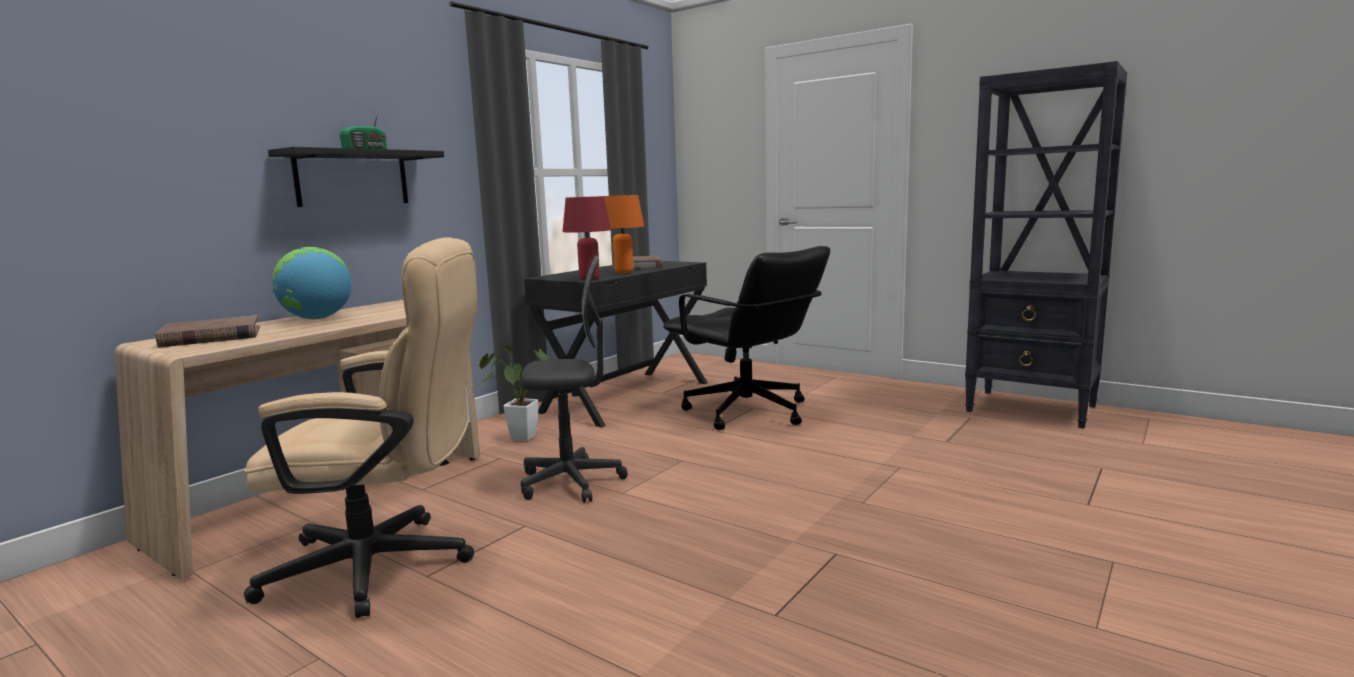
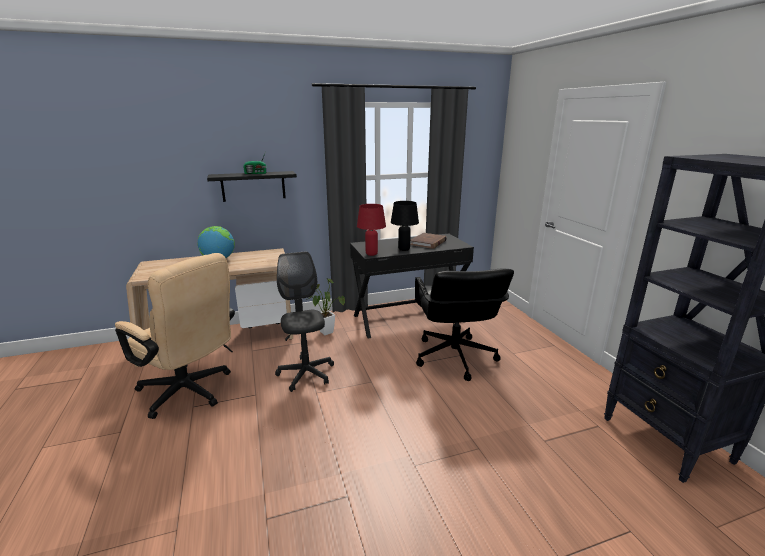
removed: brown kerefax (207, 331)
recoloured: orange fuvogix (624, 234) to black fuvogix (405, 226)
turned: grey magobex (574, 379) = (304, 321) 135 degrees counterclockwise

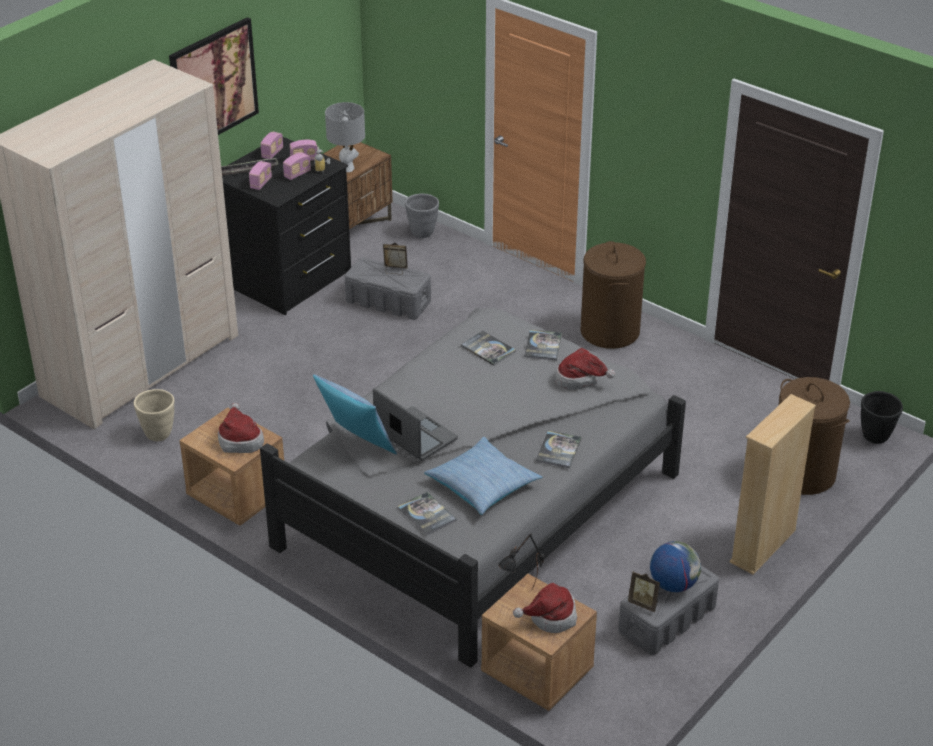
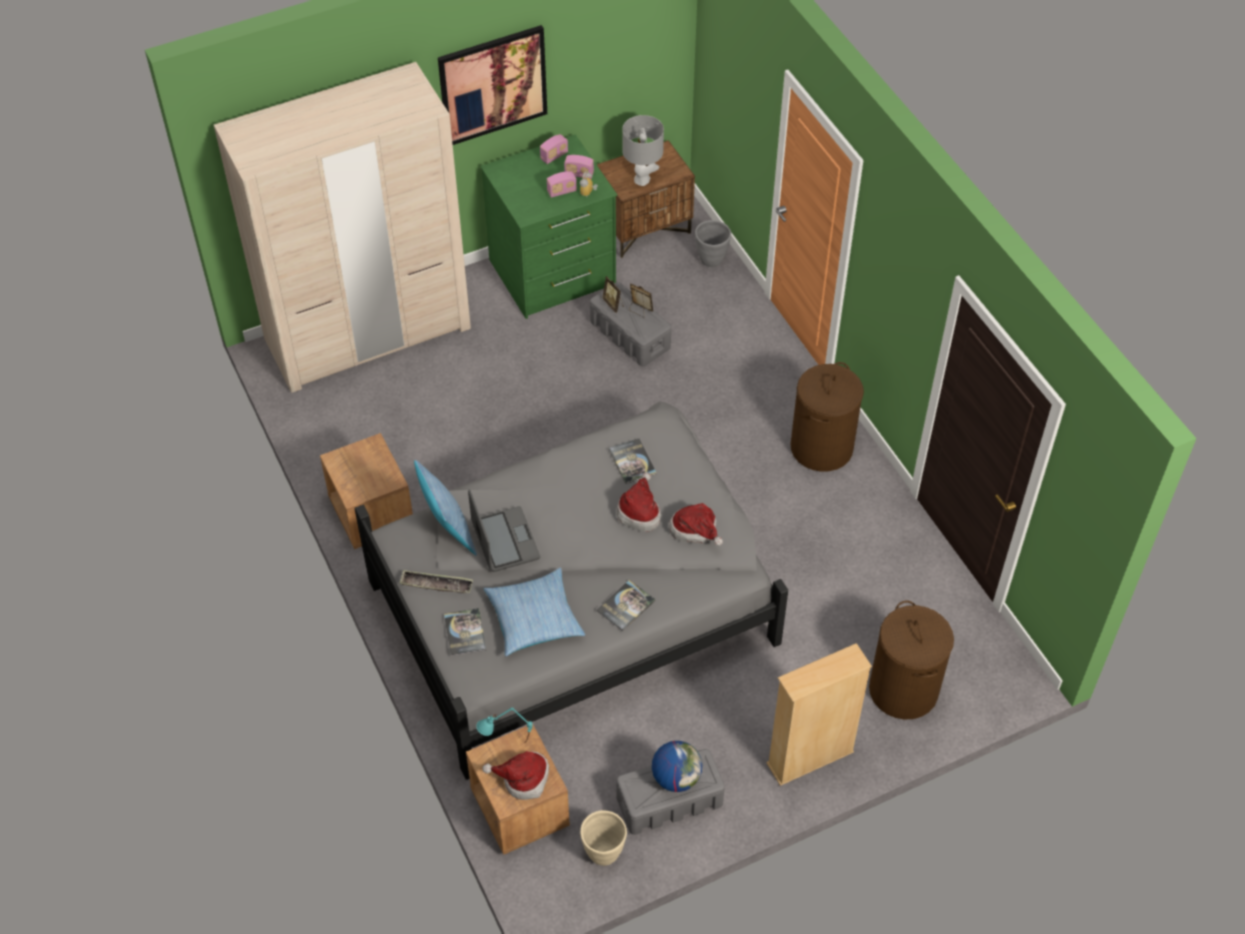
removed: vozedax (260, 175); kerefax (543, 345); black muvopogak (882, 417)
moved: beige muvopogak (154, 415) to (603, 838); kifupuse (241, 428) to (639, 502); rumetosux (249, 167) to (436, 581); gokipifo (644, 592) to (613, 294)
recoloured: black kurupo (286, 226) to green kurupo (548, 227); black fuvogix (521, 562) to turquoise fuvogix (504, 726)

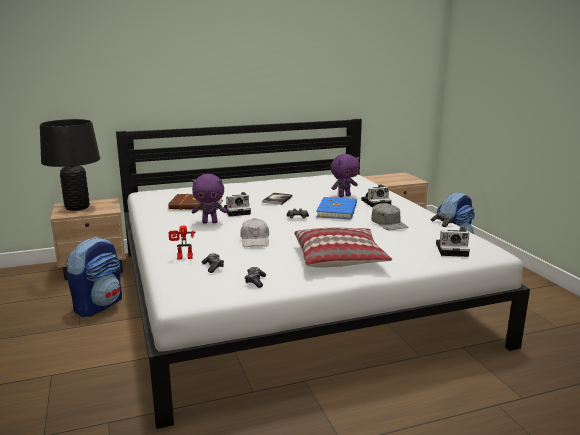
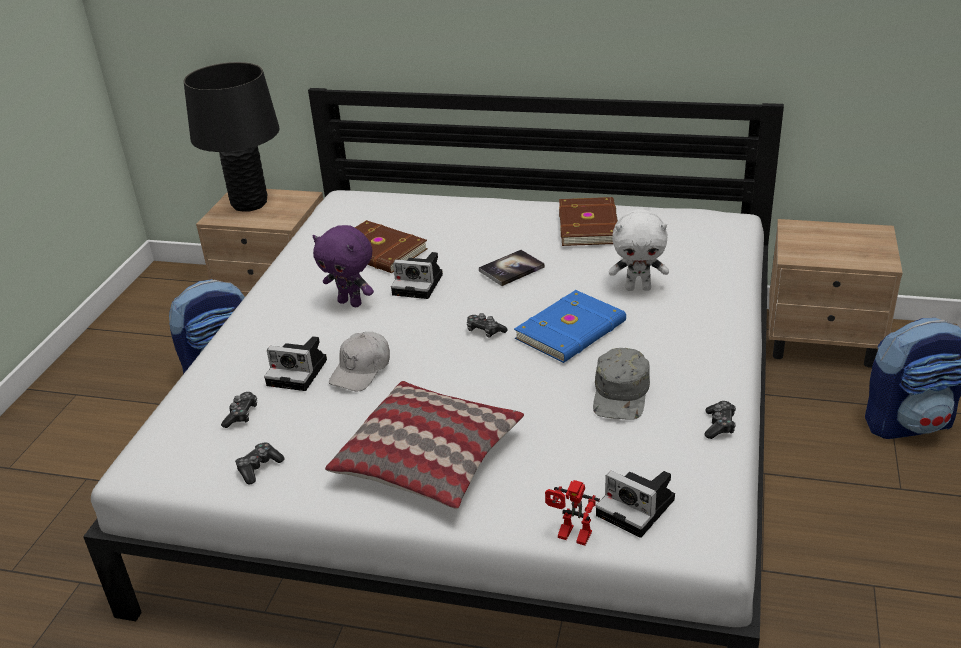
added: brown kerefax (588, 221)
moved: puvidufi (182, 243) to (572, 512); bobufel (376, 196) to (295, 363)
recoloured: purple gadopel (345, 175) to white gadopel (639, 250)

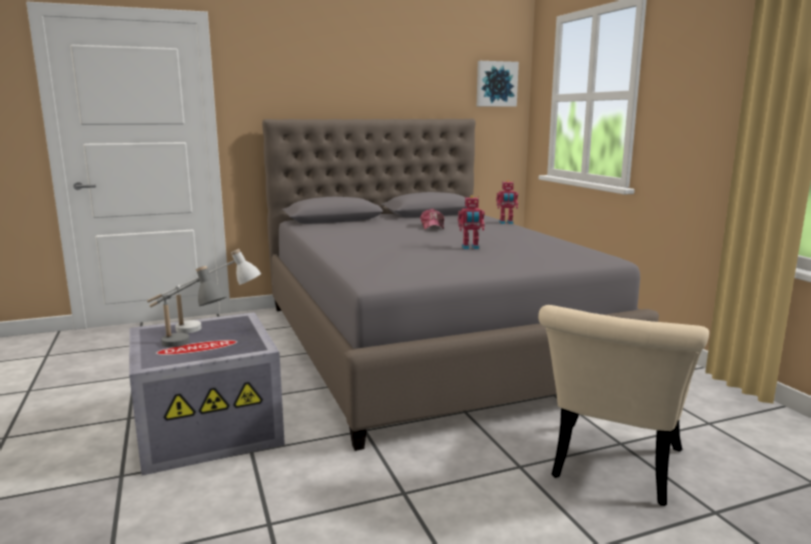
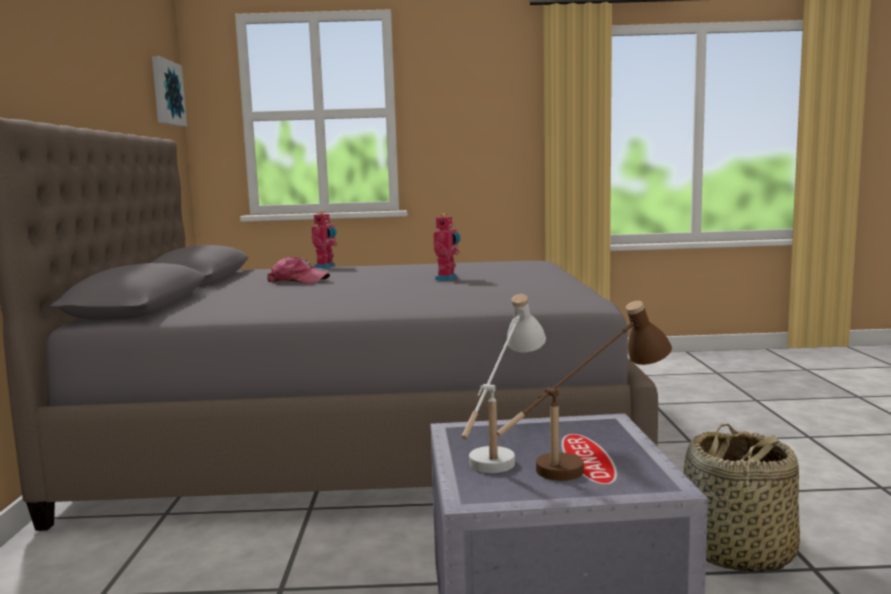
removed: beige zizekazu (623, 405)
added: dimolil (741, 497)
recoloured: grey fuvogix (187, 306) to brown fuvogix (584, 391)

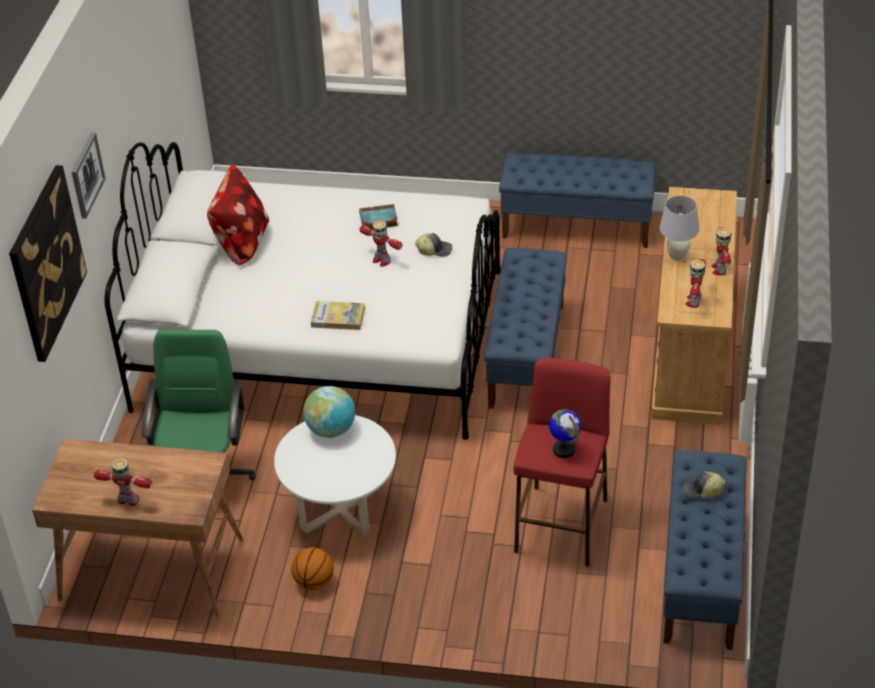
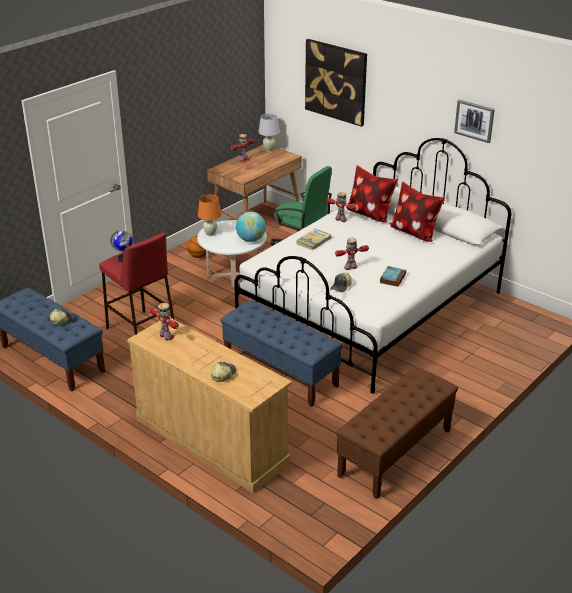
added: orange fuvogix (210, 215); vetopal (223, 372); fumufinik (372, 193)
moved: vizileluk (89, 175) to (474, 121); white fuvogix (679, 228) to (269, 133); puvidufi (721, 251) to (342, 207)
recoloured: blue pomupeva (578, 200) to brown pomupeva (397, 433)

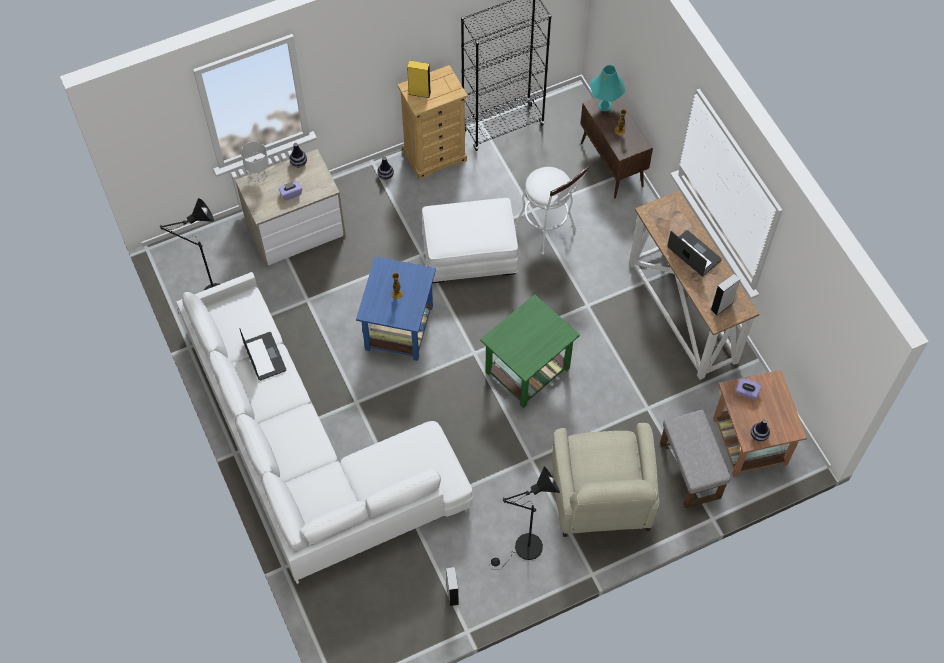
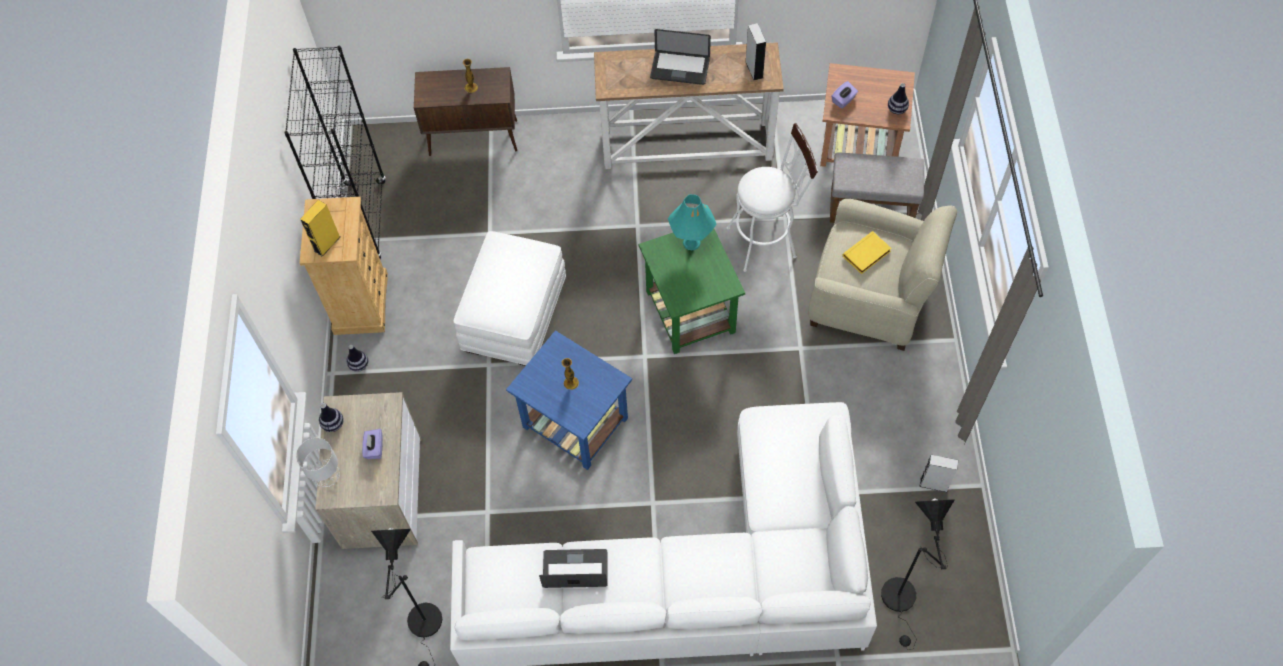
added: yellow kerefax (866, 252)
moved: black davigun (525, 518) to (918, 573); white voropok (552, 210) to (772, 197); turquoise fuvogix (607, 88) to (692, 222)
turned: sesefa (694, 253) = (680, 57) 150 degrees counterclockwise

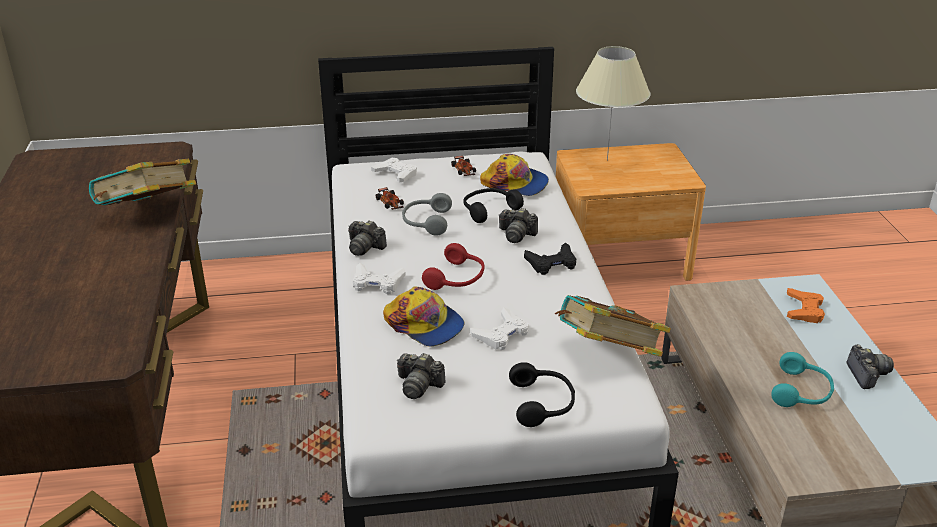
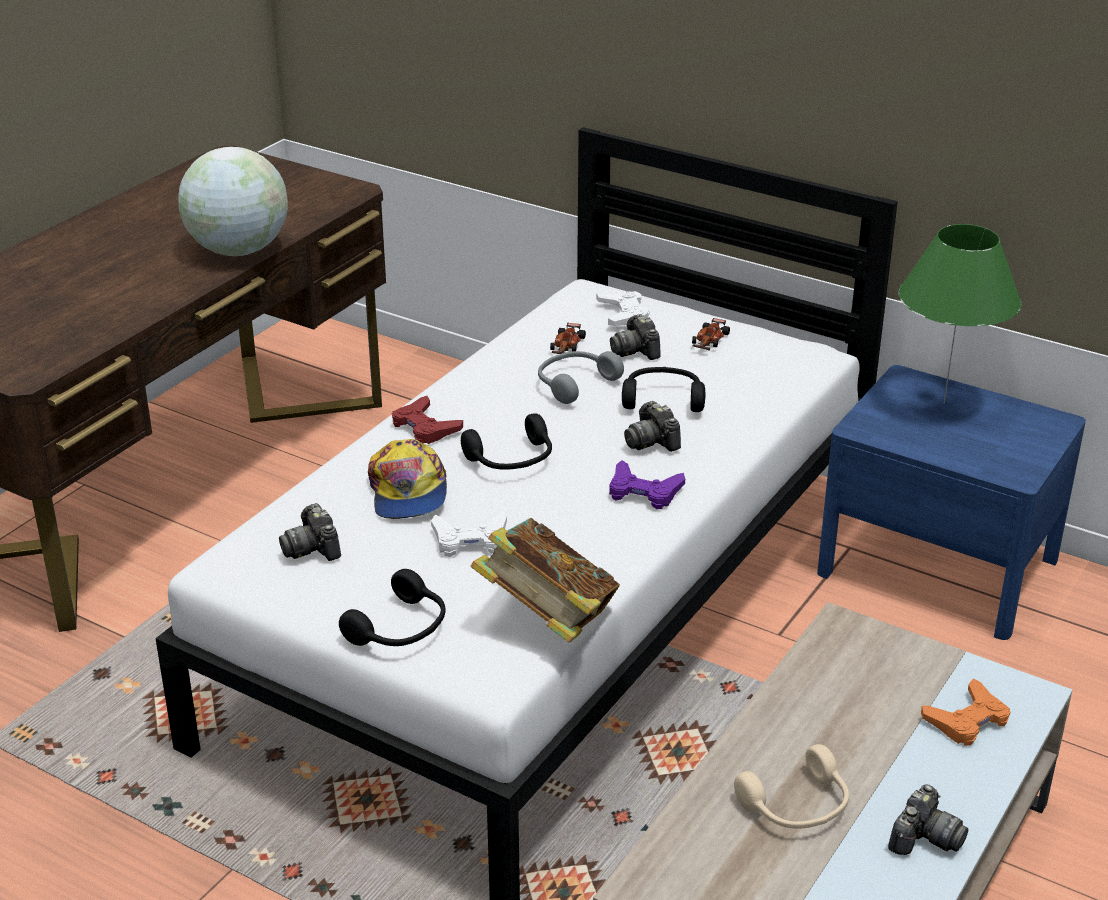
removed: vetopal (514, 175)
moved: bobufel (367, 238) to (635, 337)
replaced: kerefax (142, 182) to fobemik (233, 201)
recoloured: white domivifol (379, 279) to red domivifol (427, 420); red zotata (453, 266) to black zotata (506, 441); black domivifol (550, 259) to purple domivifol (647, 484); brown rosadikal (631, 212) to blue rosadikal (951, 502); beige fuvogix (613, 103) to green fuvogix (960, 314); turquoise zotata (802, 379) to beige zotata (791, 786)

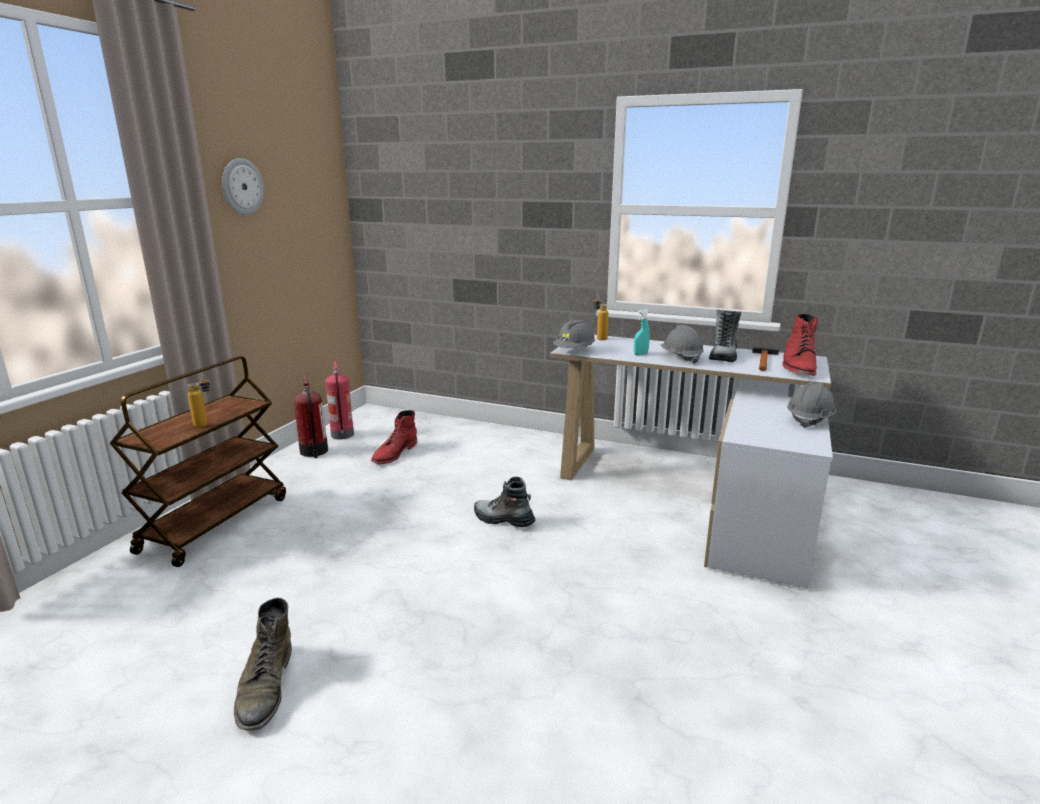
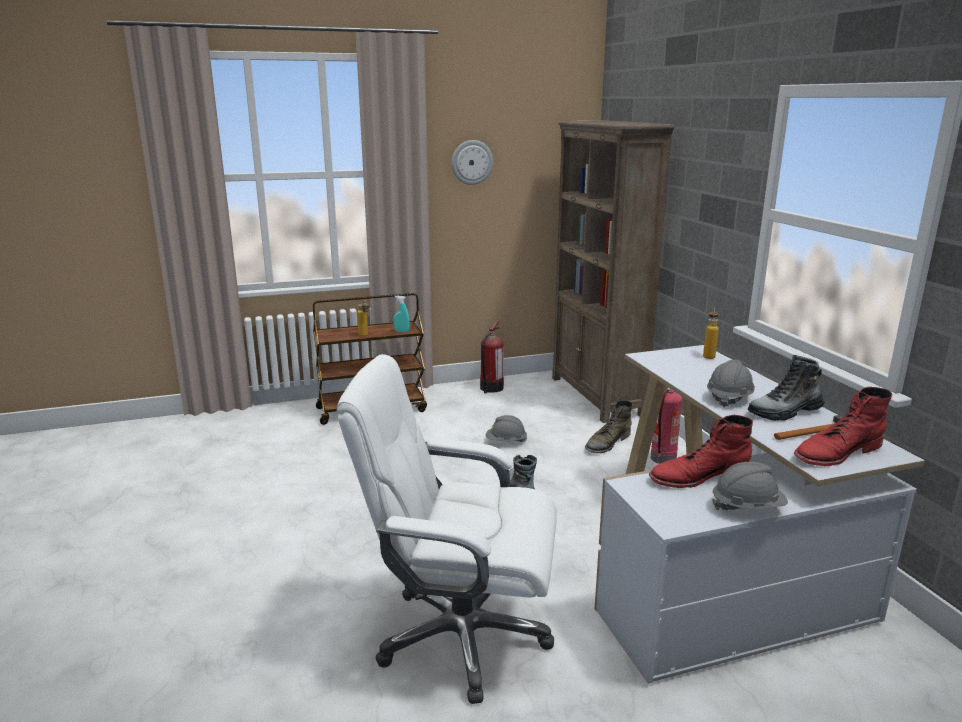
added: white magobex (447, 529); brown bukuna (613, 271)
moved: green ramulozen (263, 664) to (609, 426); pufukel (339, 400) to (666, 425); red ramulozen (394, 437) to (701, 451); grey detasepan (574, 333) to (506, 428); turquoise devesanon (642, 332) to (401, 314)

